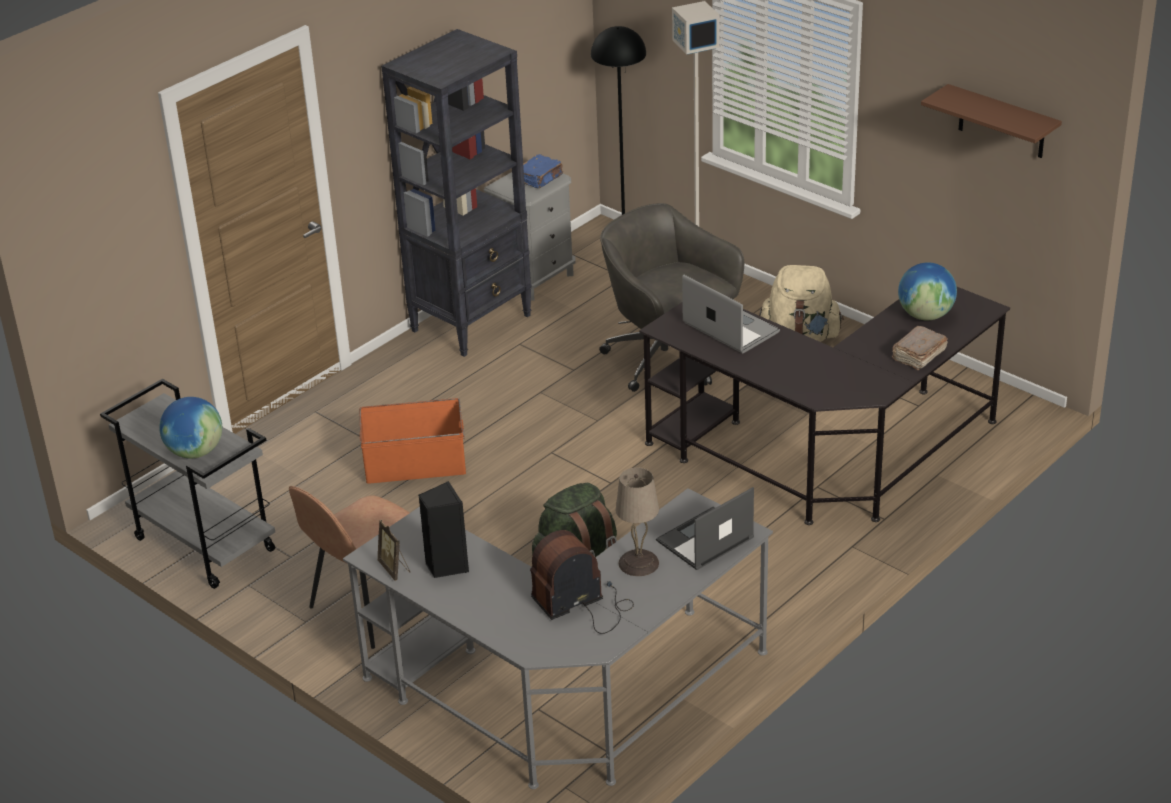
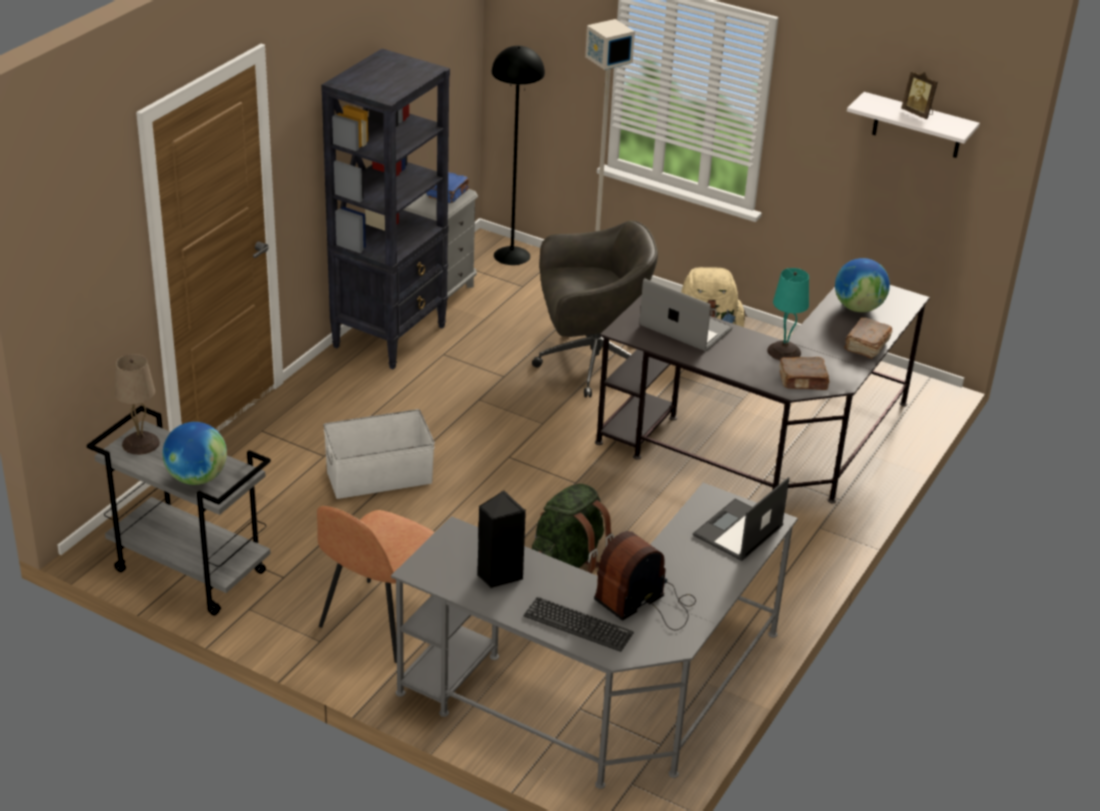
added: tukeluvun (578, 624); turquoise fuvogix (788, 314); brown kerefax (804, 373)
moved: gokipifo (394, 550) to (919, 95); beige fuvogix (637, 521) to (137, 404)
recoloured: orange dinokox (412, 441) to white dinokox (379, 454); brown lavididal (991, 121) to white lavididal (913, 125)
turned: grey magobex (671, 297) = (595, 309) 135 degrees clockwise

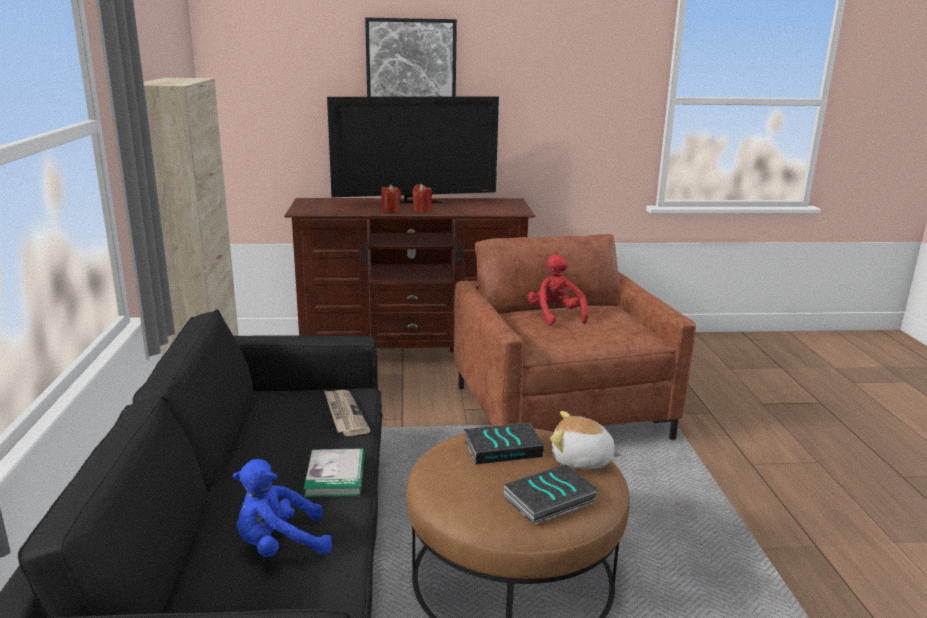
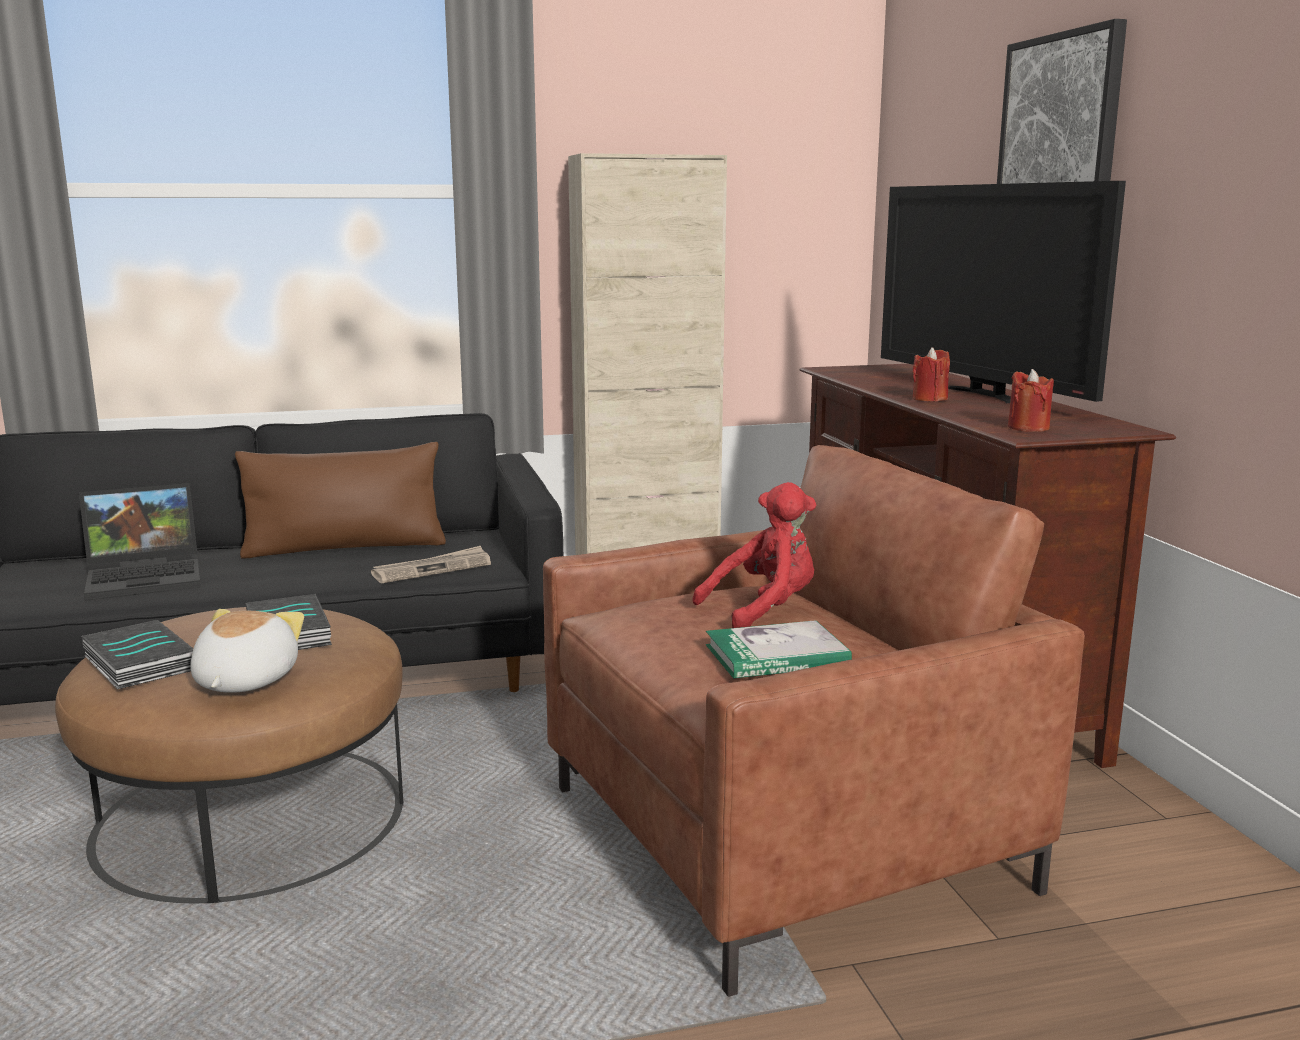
added: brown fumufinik (340, 500)
moved: kerefax (334, 472) to (779, 649); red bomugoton (391, 198) to (1031, 400)
replaced: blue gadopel (282, 508) to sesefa (140, 542)

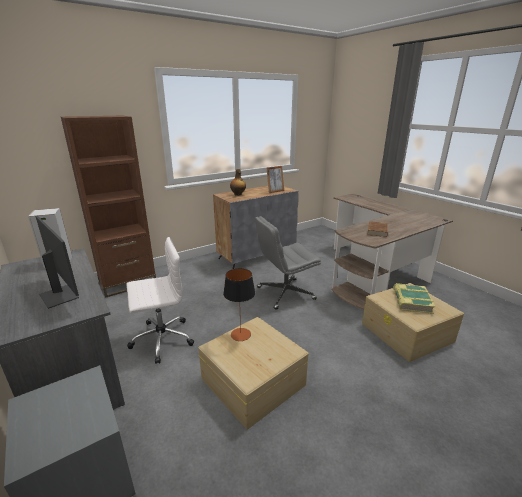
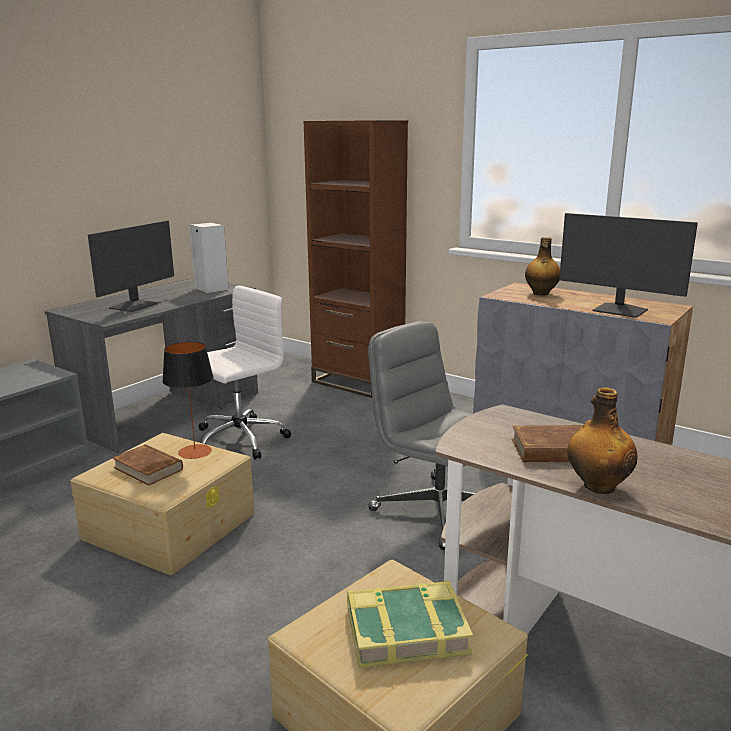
added: brown kerefax (147, 464); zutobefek (602, 440)
replaced: gokipifo (275, 179) to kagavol (628, 265)
turned: white magobex (160, 300) = (245, 372) 90 degrees counterclockwise

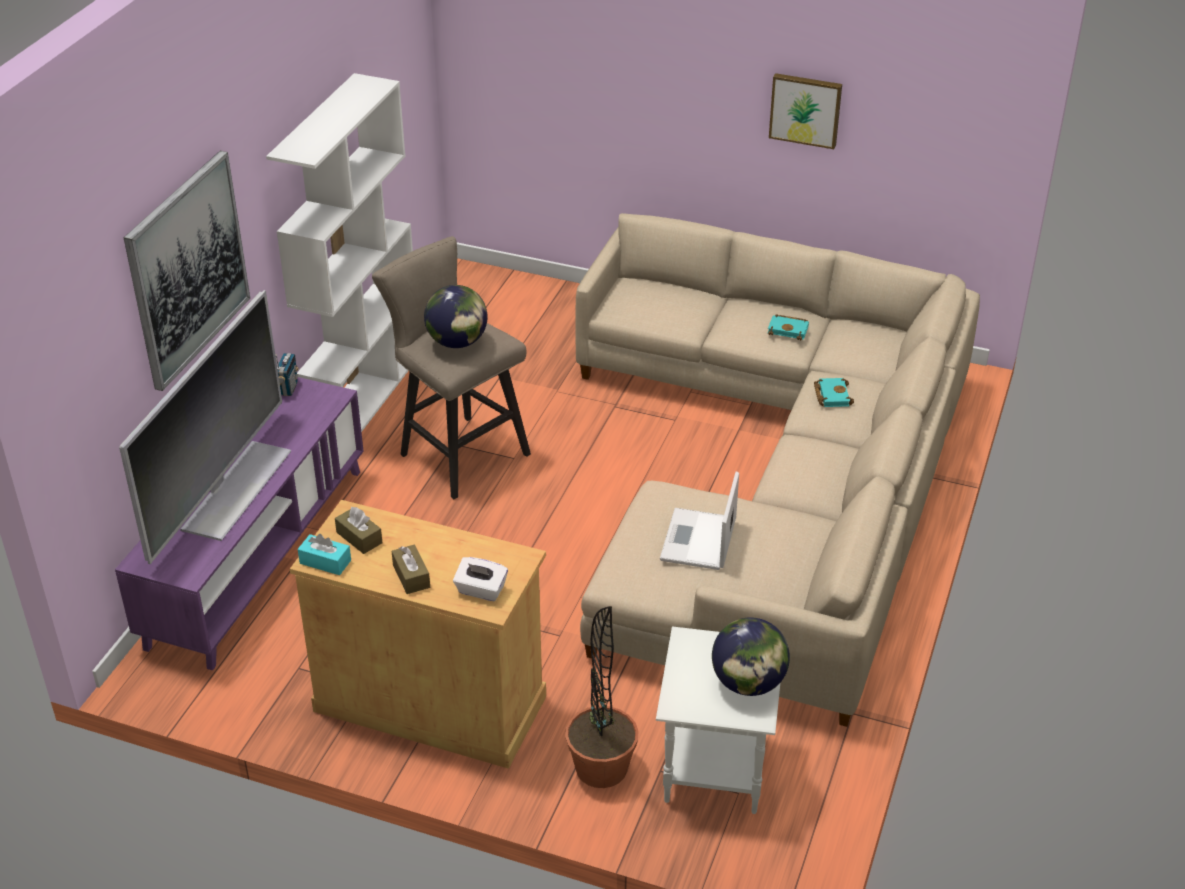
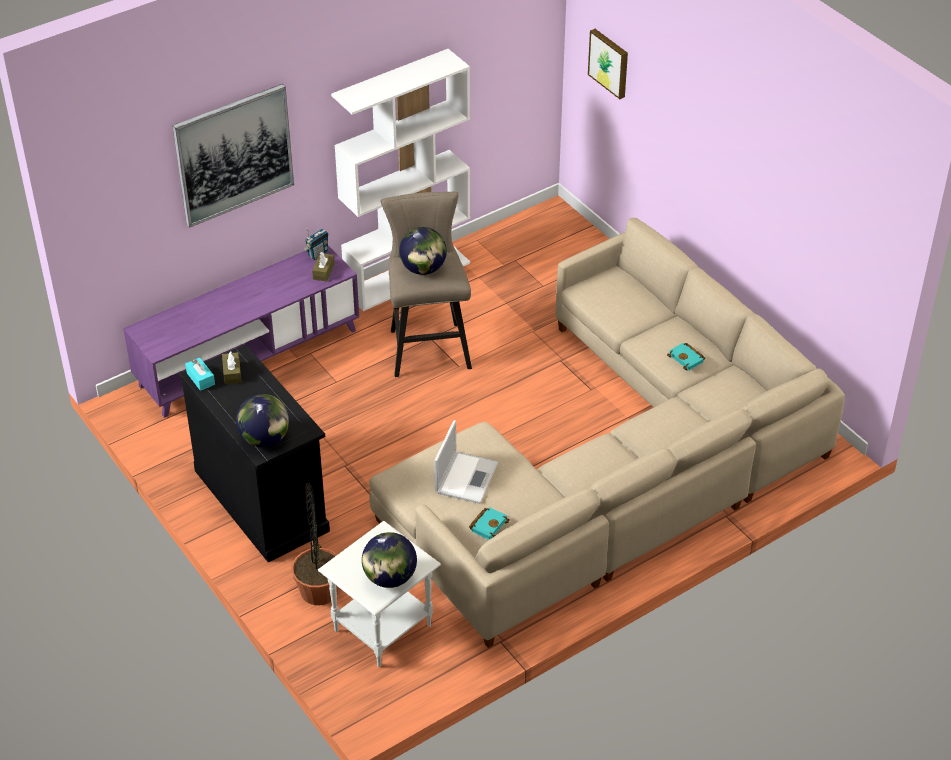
removed: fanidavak (205, 427)
moved: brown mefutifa (411, 569) to (323, 266); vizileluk (805, 111) to (608, 64); turquoise kerefax (834, 392) to (489, 523)
replaced: white mefutifa (480, 579) to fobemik (263, 420)
recoloured: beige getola (418, 634) to black getola (254, 453)
turned: sesefa (699, 520) = (466, 462) 150 degrees clockwise

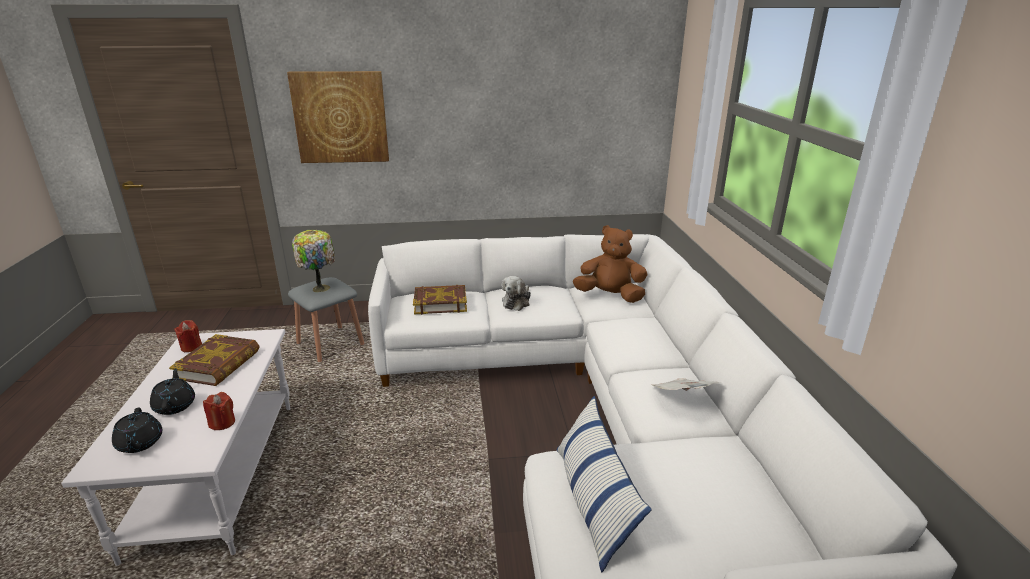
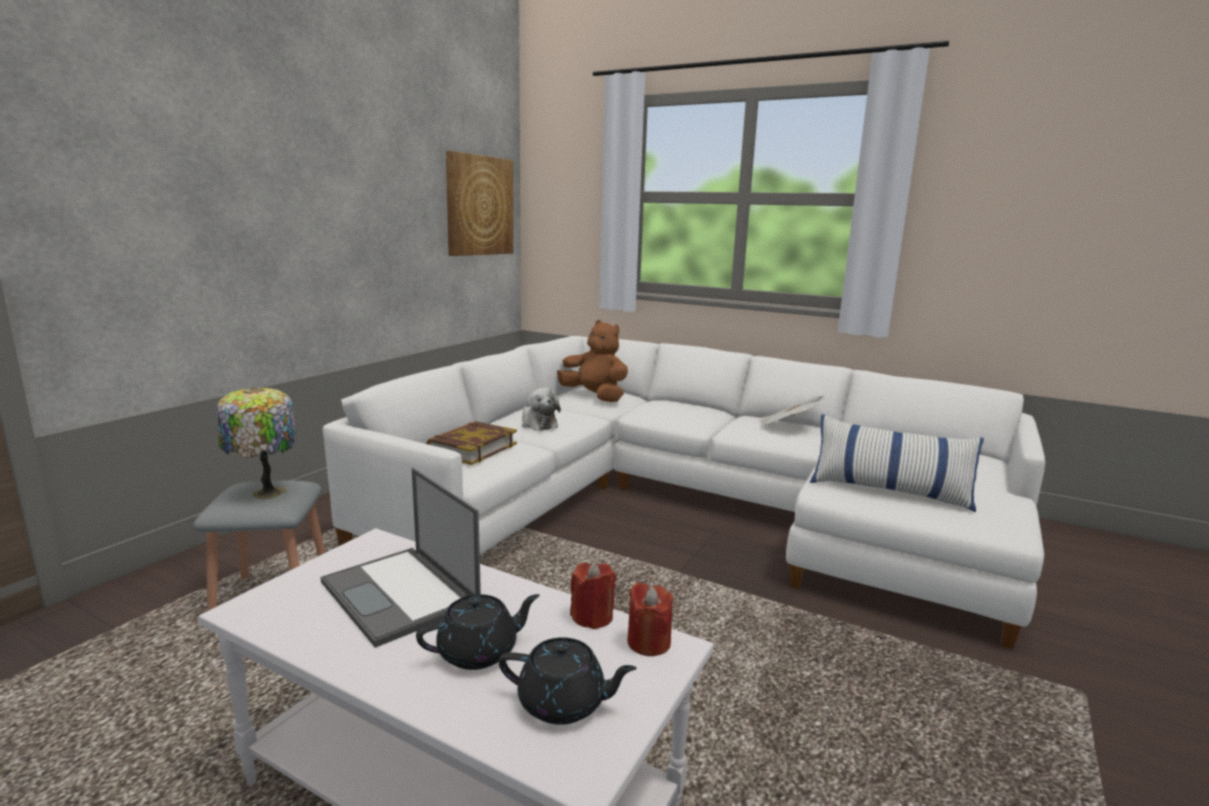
moved: red bomugoton (188, 336) to (650, 619); vizileluk (338, 117) to (479, 203)
replaced: kerefax (214, 360) to sesefa (401, 558)
turned: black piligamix (172, 391) = (478, 632) 135 degrees clockwise; brown gadopel (610, 264) = (592, 361) 75 degrees clockwise

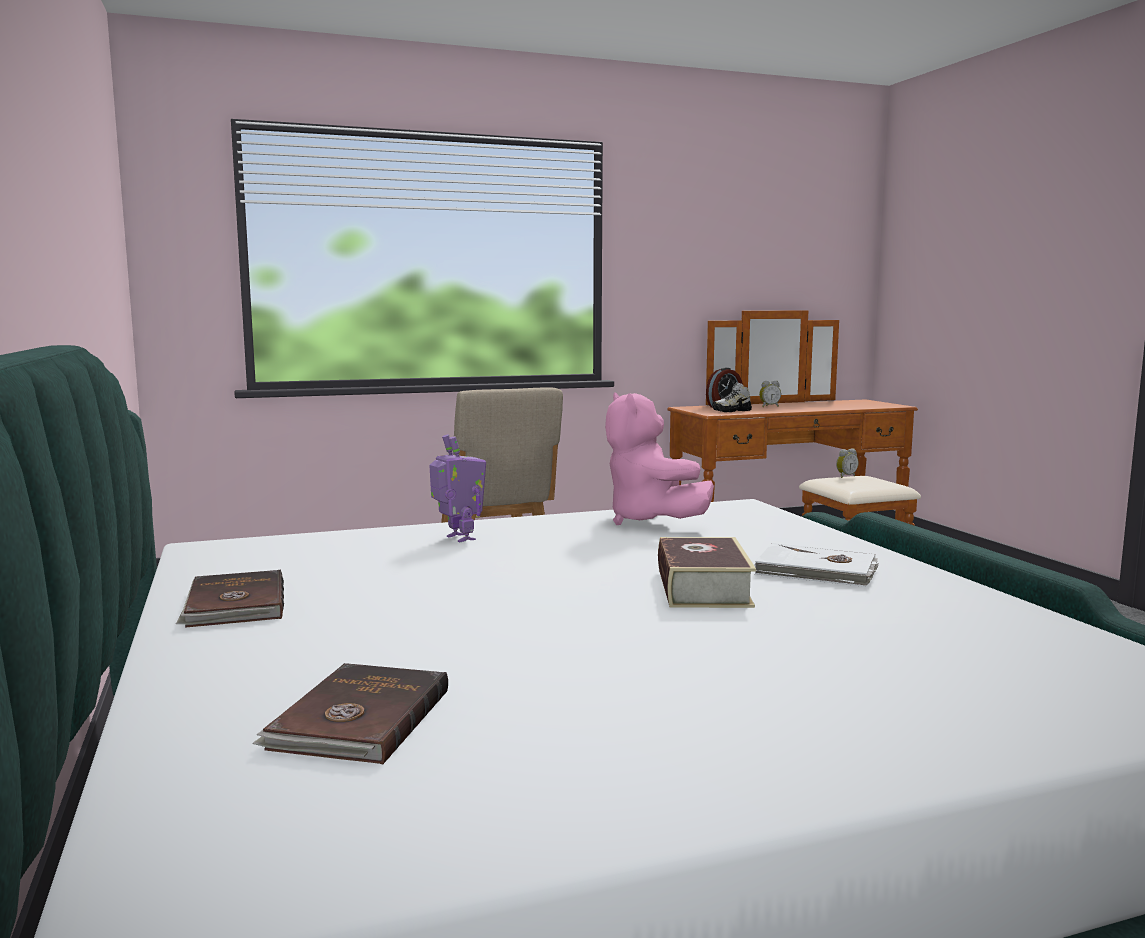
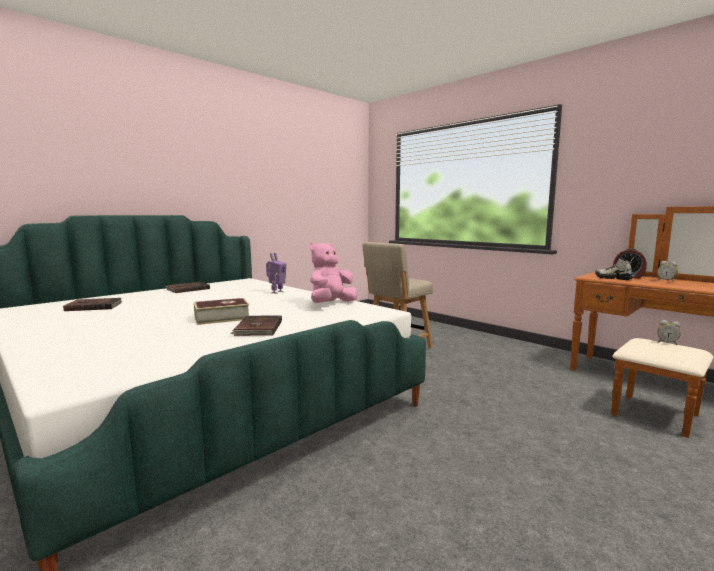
recoloured: white kerefax (817, 565) to brown kerefax (256, 325)

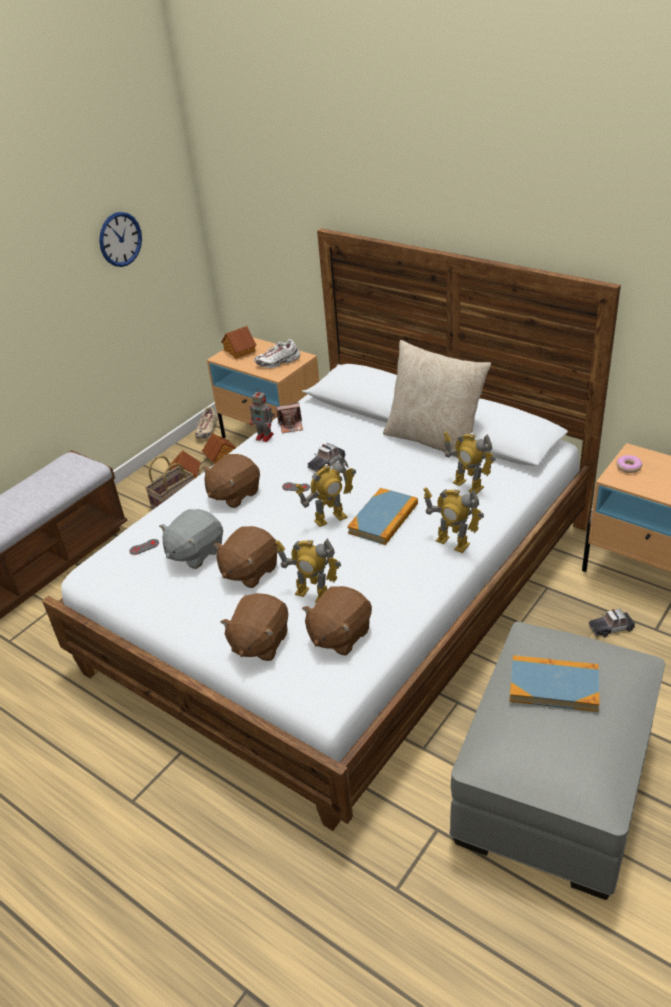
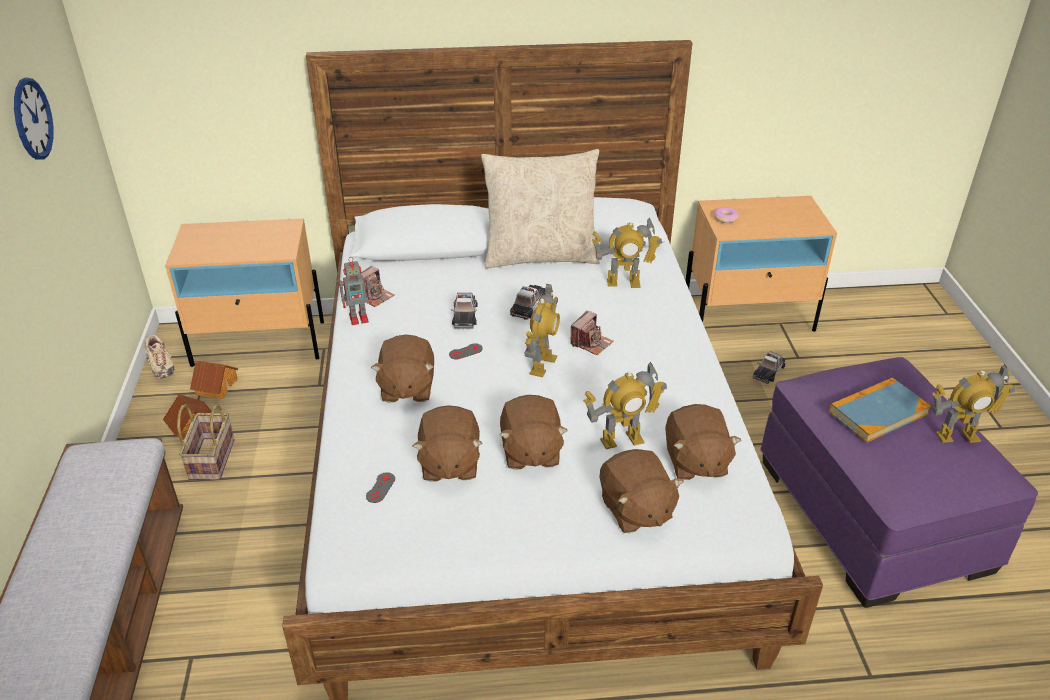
removed: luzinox (239, 342); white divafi (277, 353)
added: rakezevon (528, 302)
moved: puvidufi (454, 520) to (973, 403)
replaced: kerefax (382, 516) to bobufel (591, 333)
recoloured: grey gadopel (191, 539) to brown gadopel (448, 443); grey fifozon (557, 760) to purple fifozon (899, 482)

